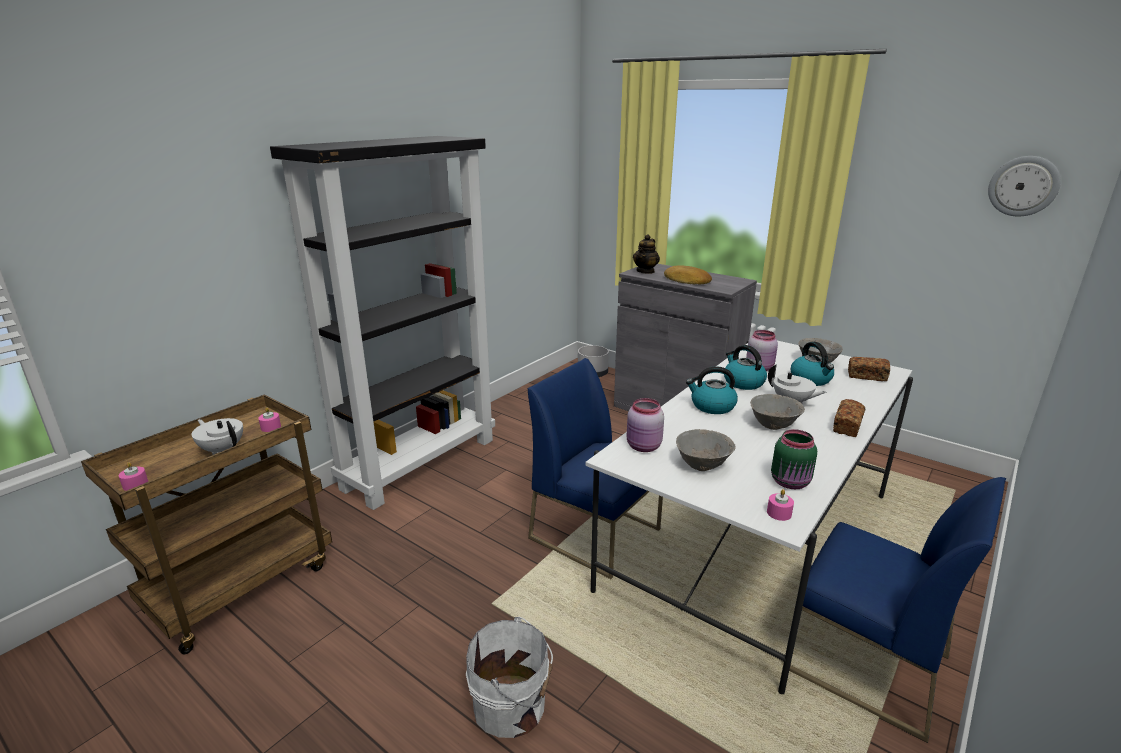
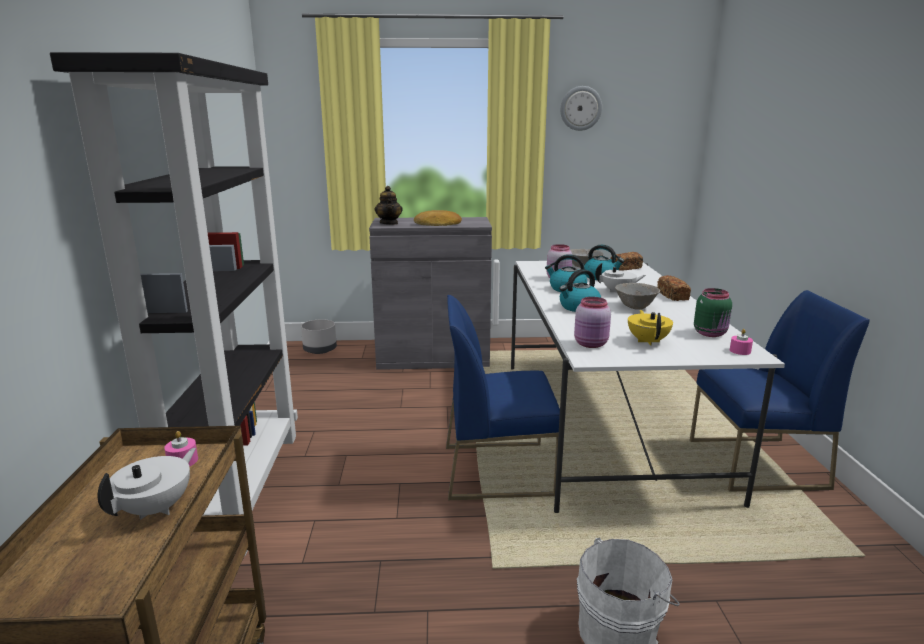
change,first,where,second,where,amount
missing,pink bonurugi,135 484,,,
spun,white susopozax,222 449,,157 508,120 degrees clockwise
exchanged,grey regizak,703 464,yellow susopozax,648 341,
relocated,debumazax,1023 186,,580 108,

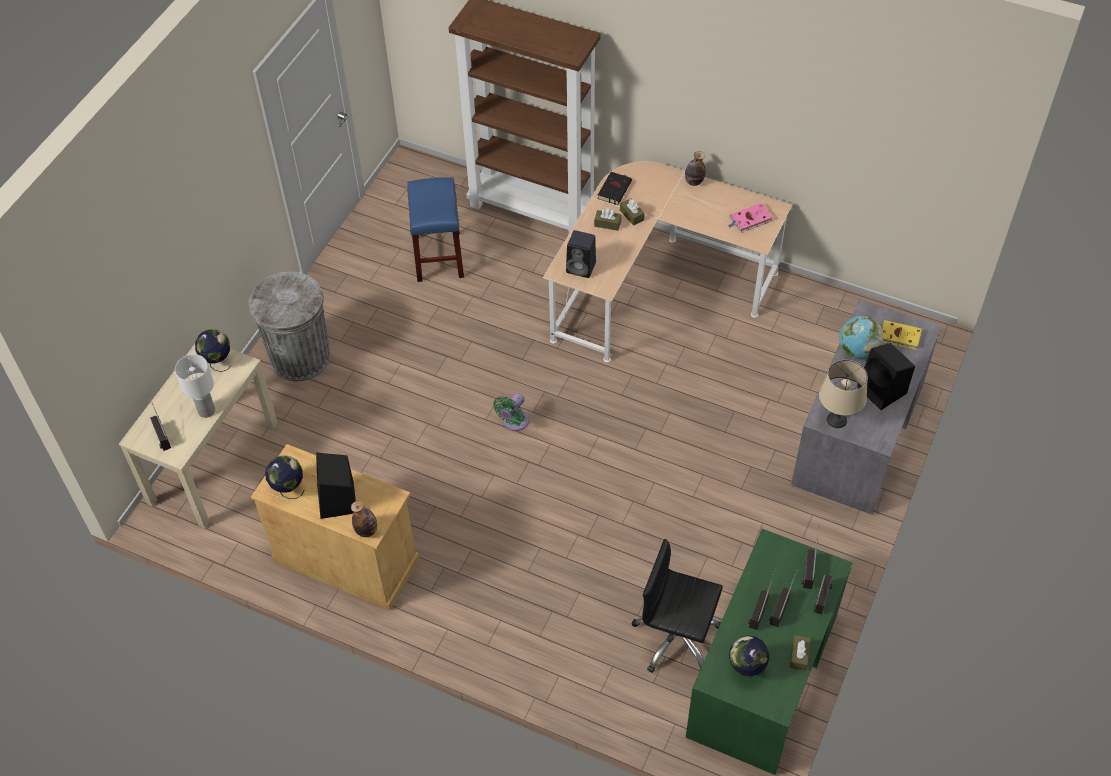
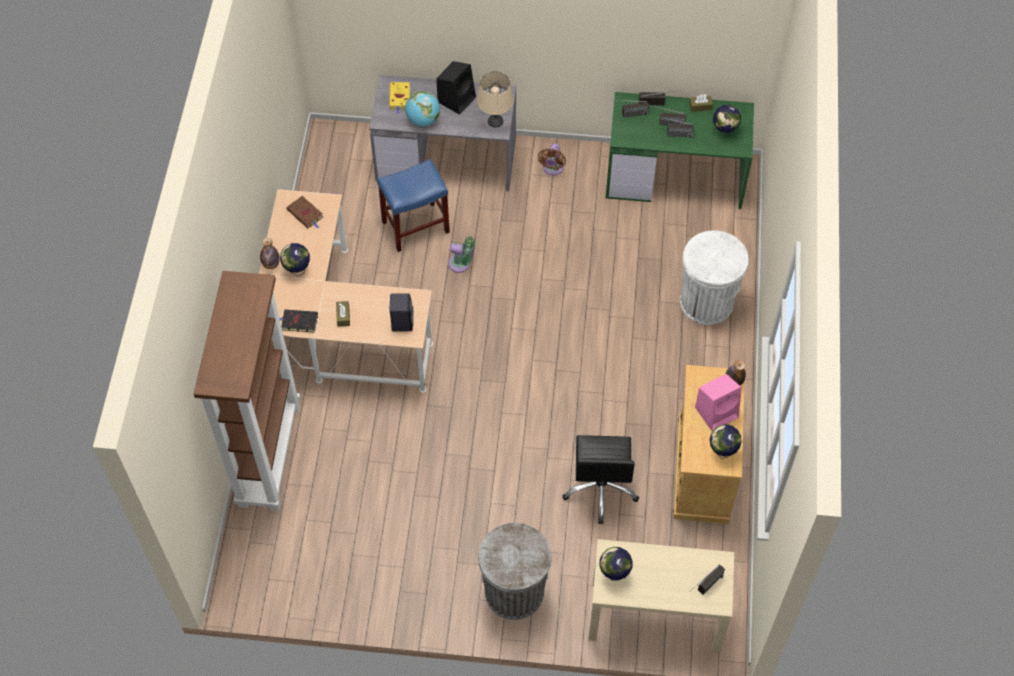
change,first,where,second,where,amount
missing,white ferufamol,207 410,,,
colour,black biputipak,337 501,pink biputipak,717 411,
relocated,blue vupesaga,438 256,,415 227,
relocated,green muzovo,514 422,,461 264,
missing,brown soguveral,631 215,,,
relocated,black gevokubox,676 638,,600 488,
colour,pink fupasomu,750 220,brown fupasomu,306 214,
appeared,,,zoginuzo,297 270,
appeared,,,brown muzovo,552 169,
appeared,,,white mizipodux,706 302,

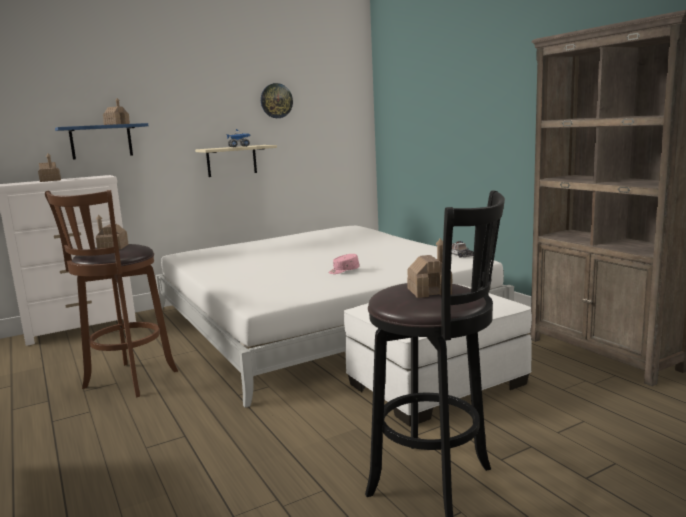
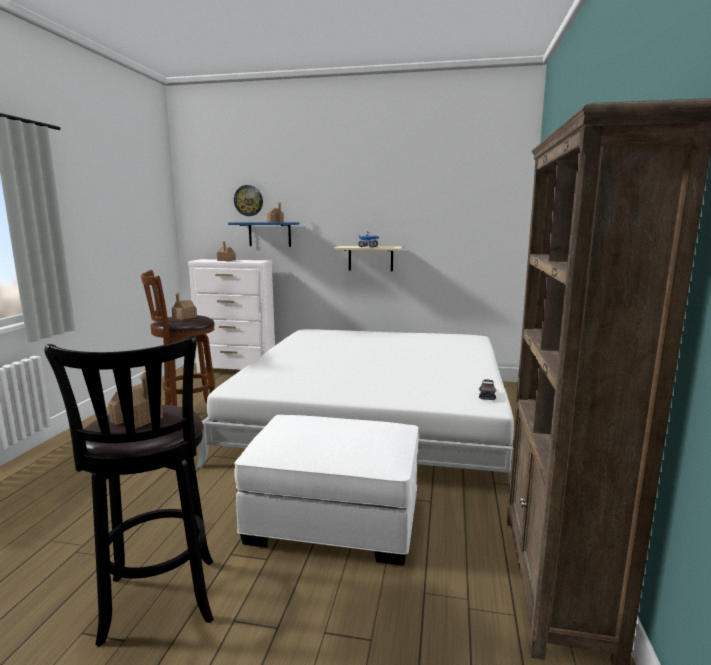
change,first,where,second,where,amount
relocated,debumazax,276 100,,248 200,
missing,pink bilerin,343 271,,,

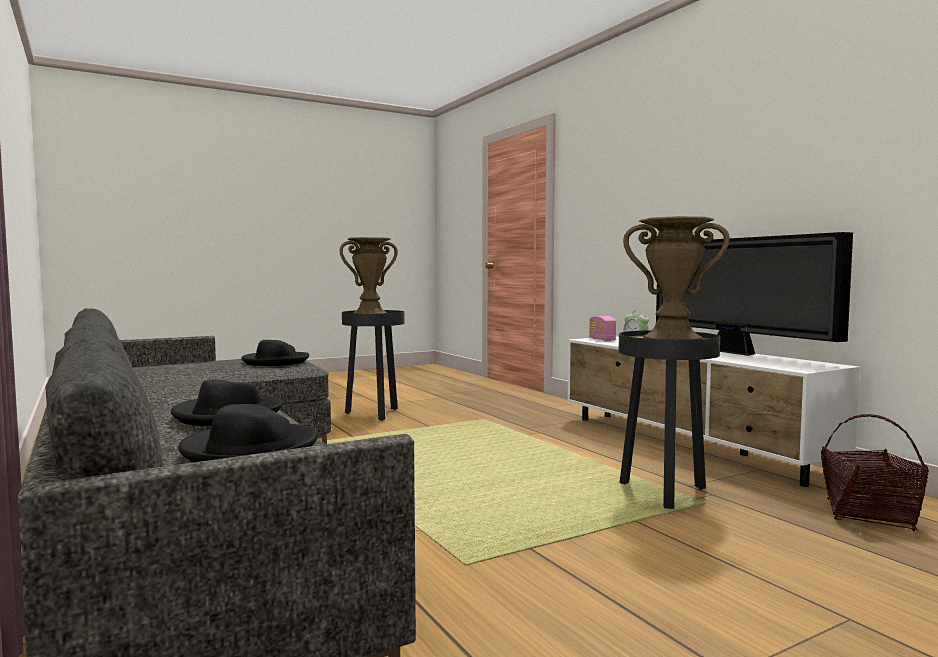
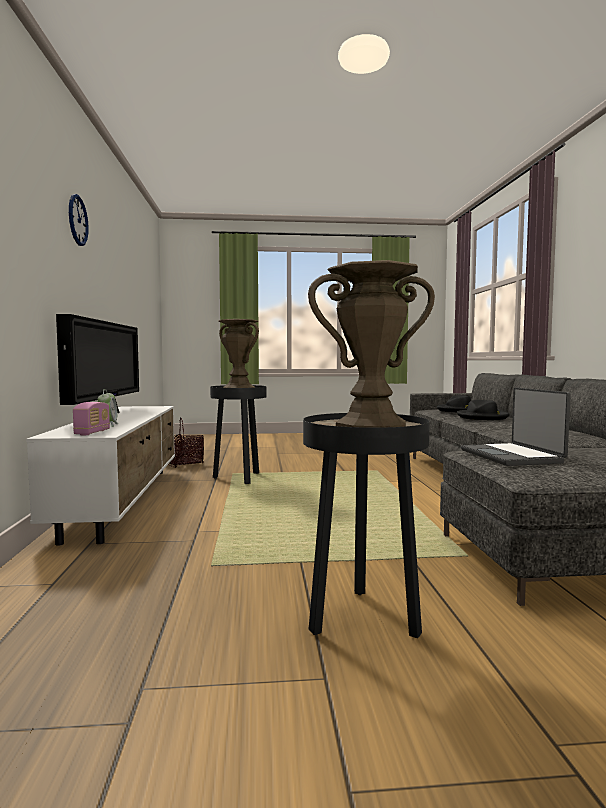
change,first,where,second,where,amount
exchanged,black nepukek,275 361,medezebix,512 456,
appeared,,,debumazax,77 220,

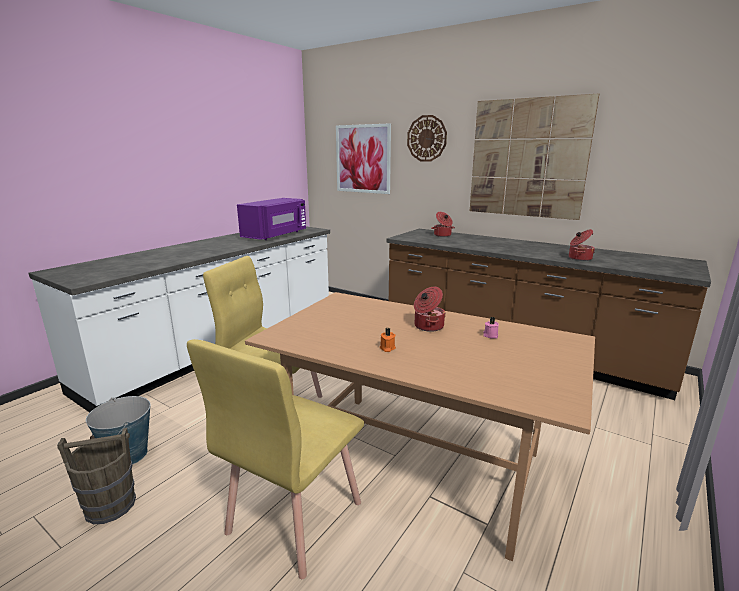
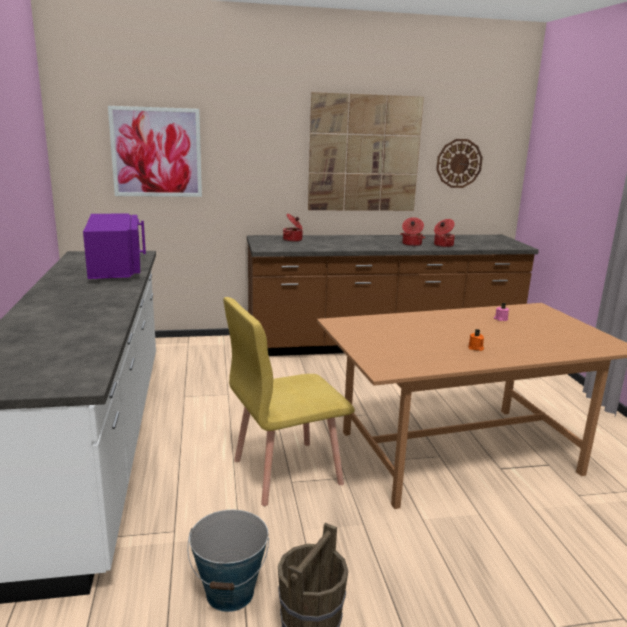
change,first,where,second,where,amount
missing,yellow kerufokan,293 517,,,
relocated,debumazax,426 138,,459 163,
relocated,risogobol,428 326,,411 244,

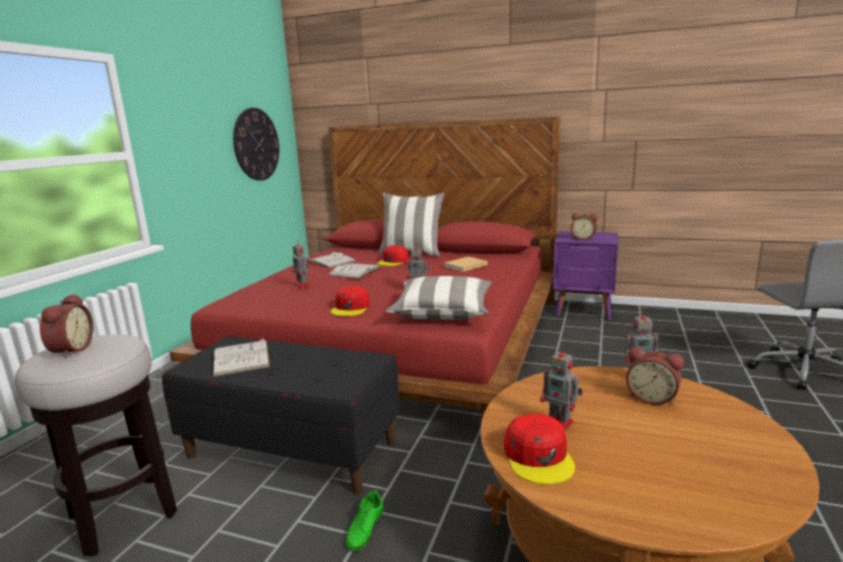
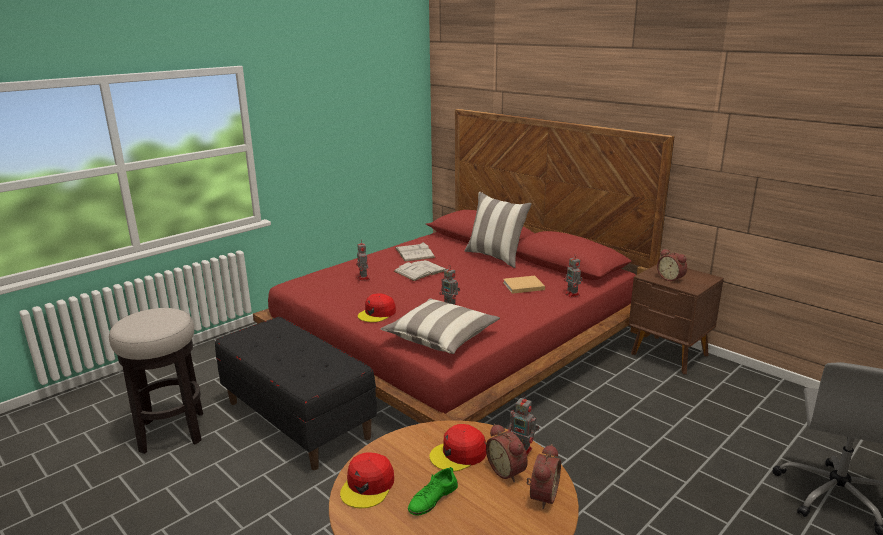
change,first,where,second,where,amount
relocated,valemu,70 350,,541 495,
missing,white fupasomu,241 358,,,
missing,debumazax,256 144,,,
relocated,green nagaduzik,365 528,,432 498,
relocated,red bilerin,393 261,,459 454,
relocated,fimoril,560 424,,572 295,
colour,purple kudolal,584 310,brown kudolal,669 355,

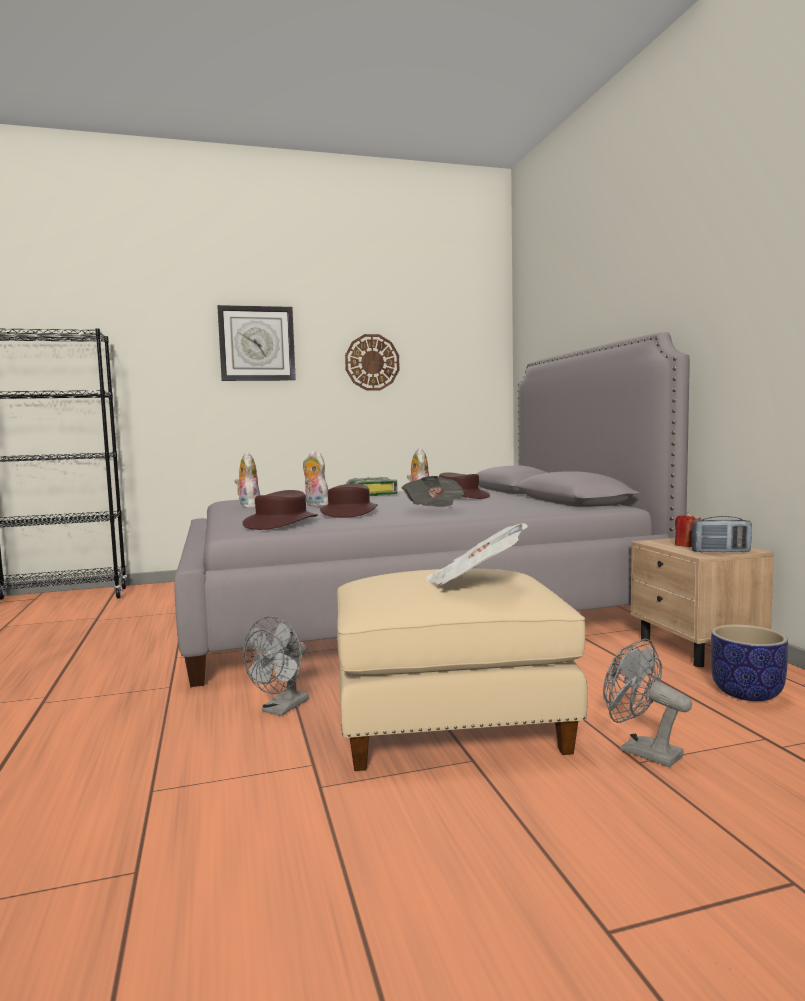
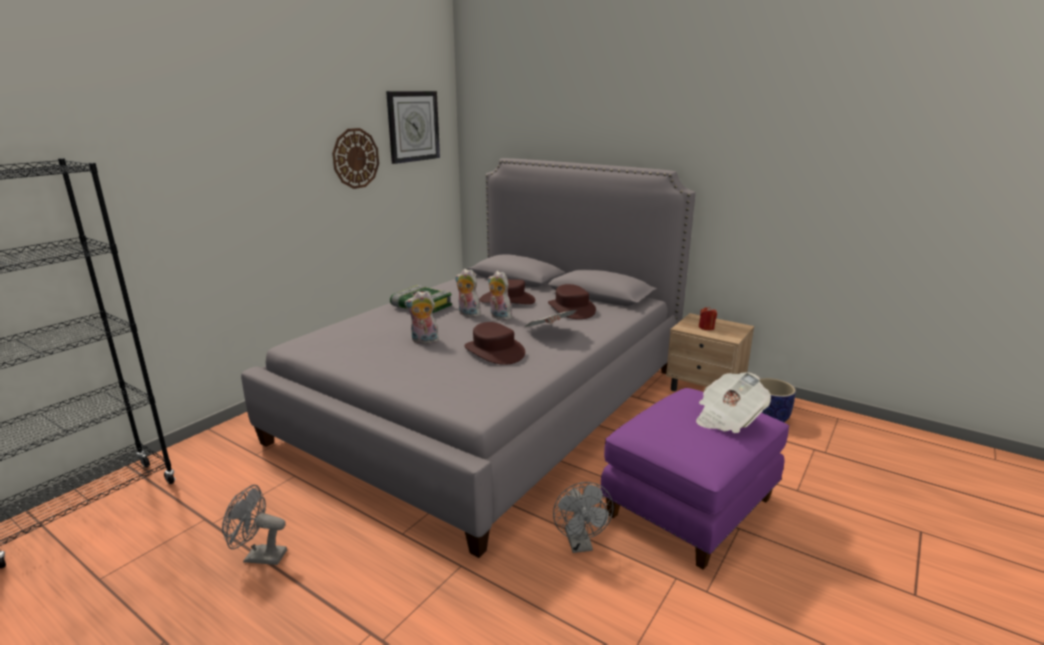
change,first,where,second,where,amount
relocated,debumazax,257 344,,413 126,
relocated,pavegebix,248 506,,467 314,
relocated,brown nepukek,281 523,,571 309,
colour,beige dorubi,451 723,purple dorubi,688 506,
relocated,grey muzovo,641 751,,259 557,
missing,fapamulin,720 552,,,

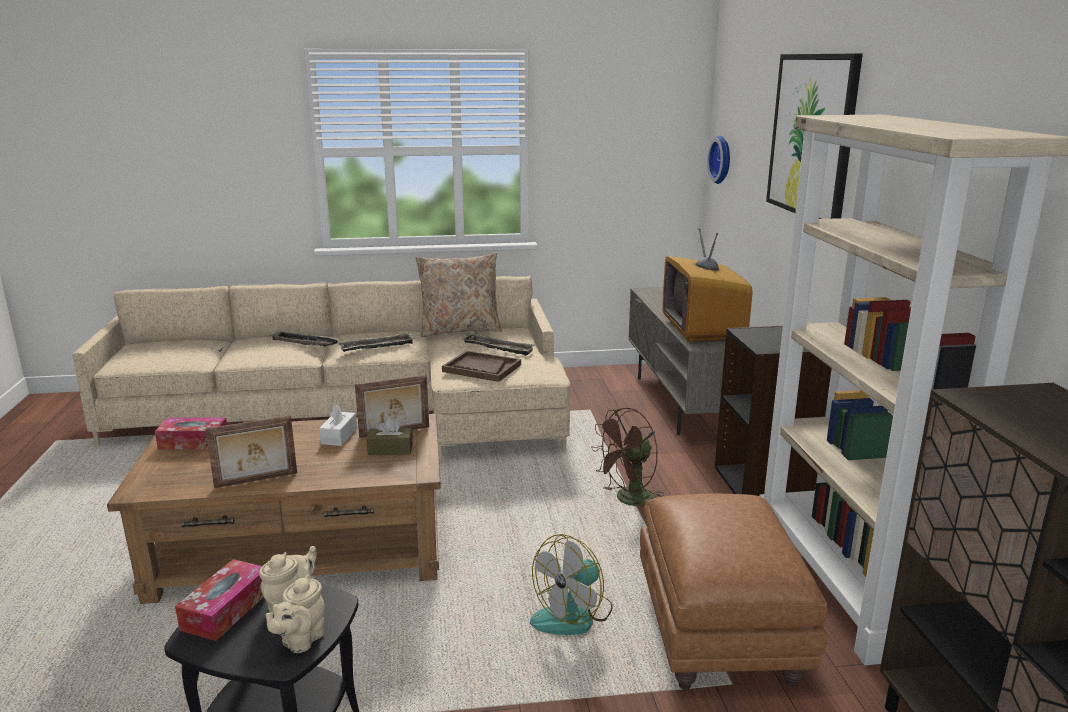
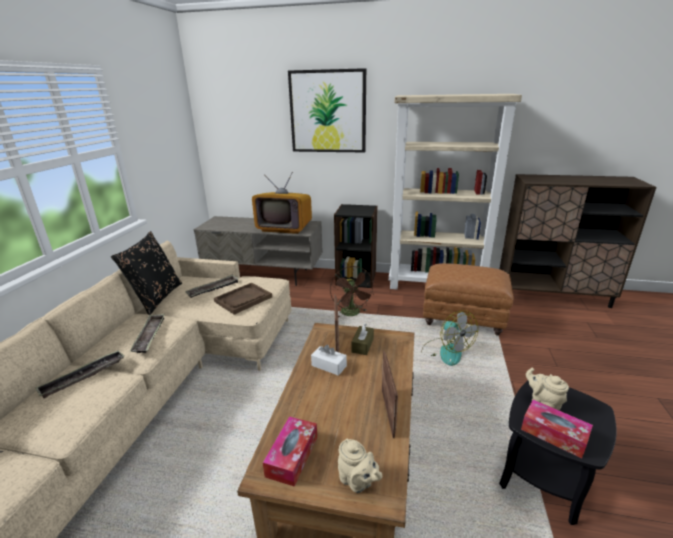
change,first,where,second,where,amount
relocated,beige susopozax,300 640,,357 482,
colour,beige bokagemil,460 330,black bokagemil,156 297,
missing,debumazax,722 159,,,

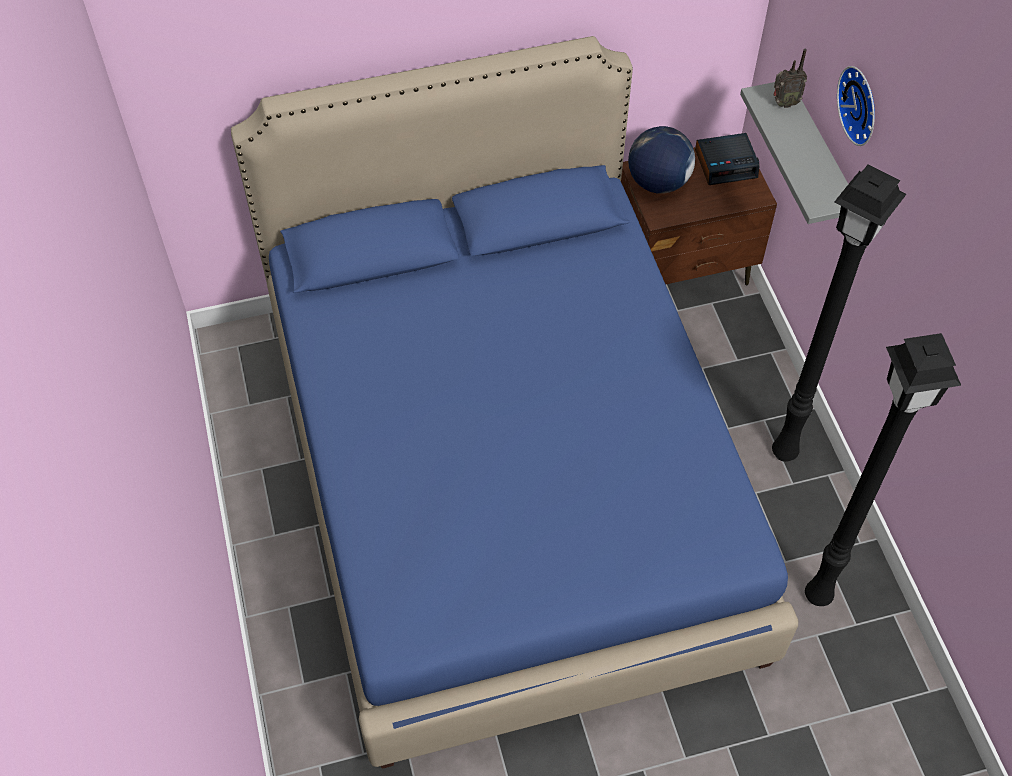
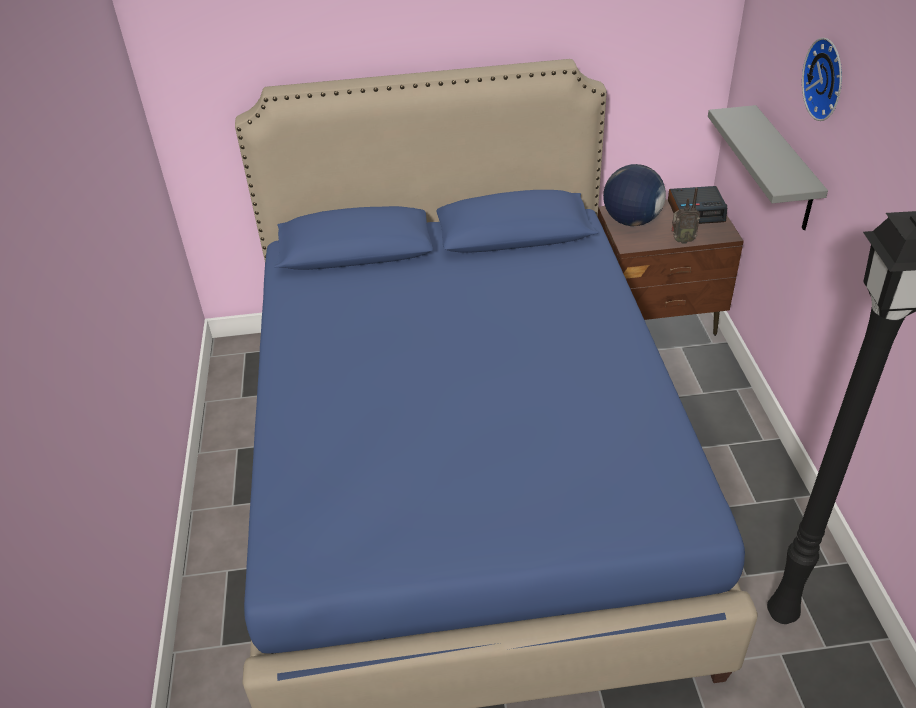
change,first,where,second,where,amount
missing,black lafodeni,786 452,,,
relocated,fapamulin,784 103,,681 240,

